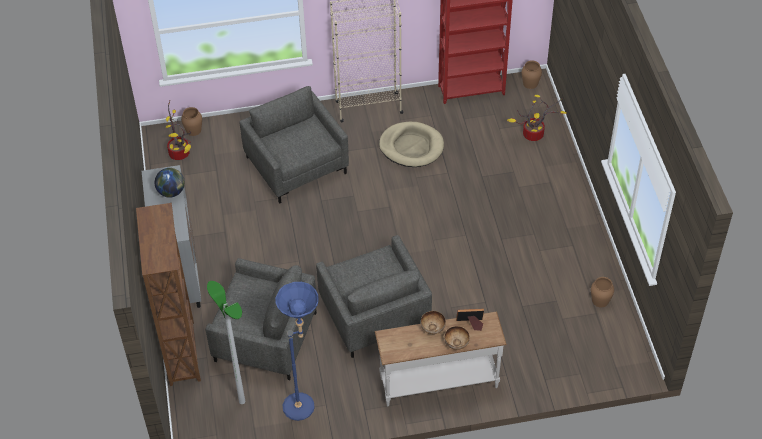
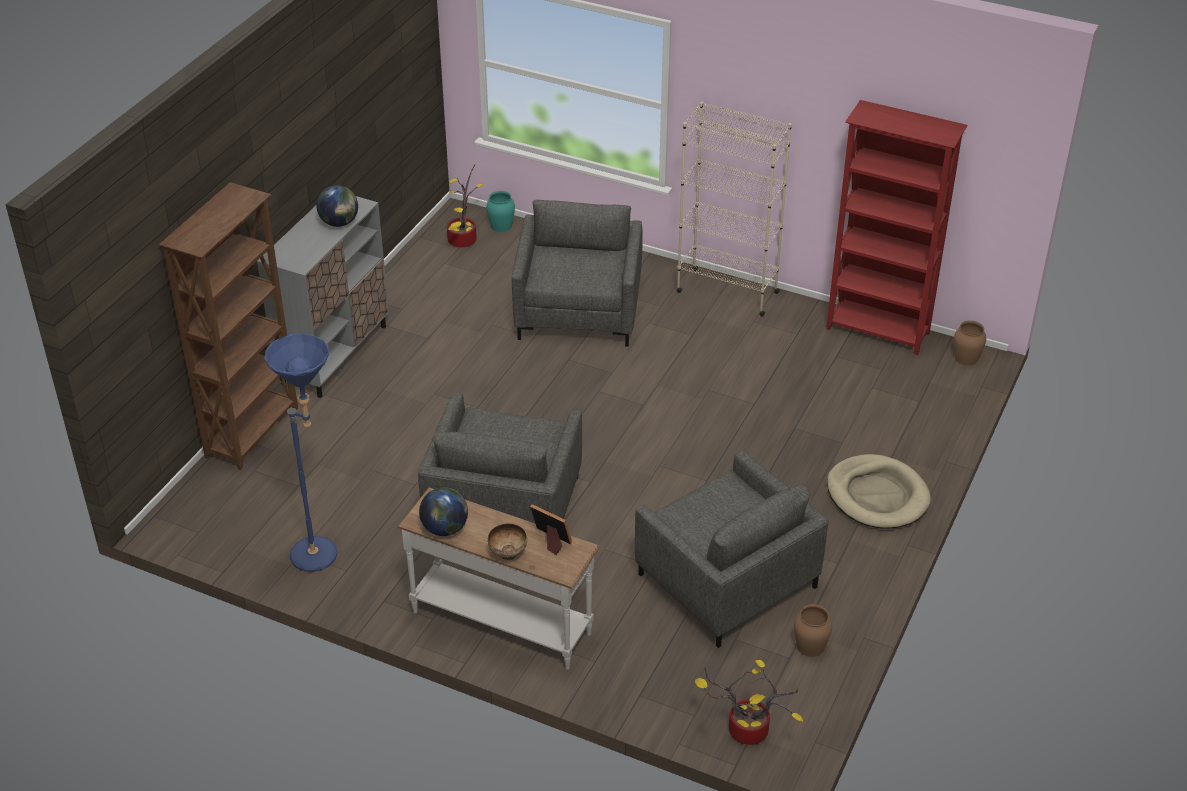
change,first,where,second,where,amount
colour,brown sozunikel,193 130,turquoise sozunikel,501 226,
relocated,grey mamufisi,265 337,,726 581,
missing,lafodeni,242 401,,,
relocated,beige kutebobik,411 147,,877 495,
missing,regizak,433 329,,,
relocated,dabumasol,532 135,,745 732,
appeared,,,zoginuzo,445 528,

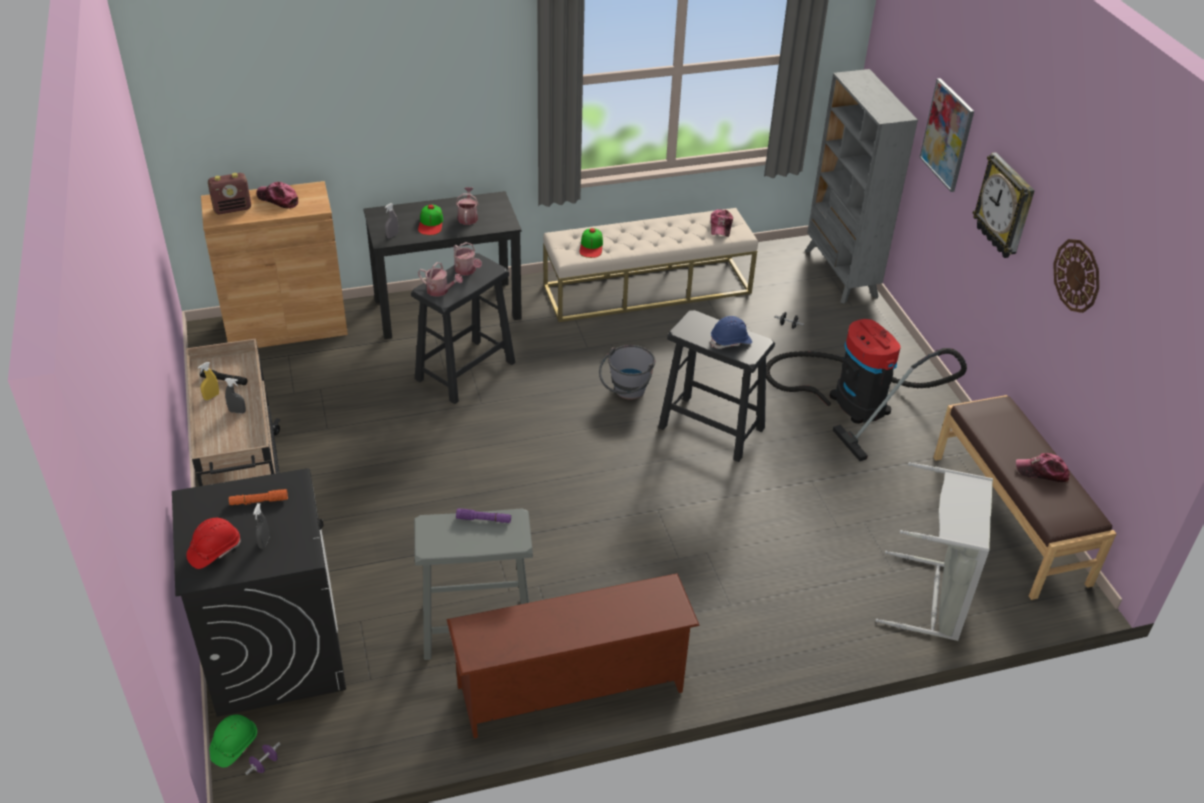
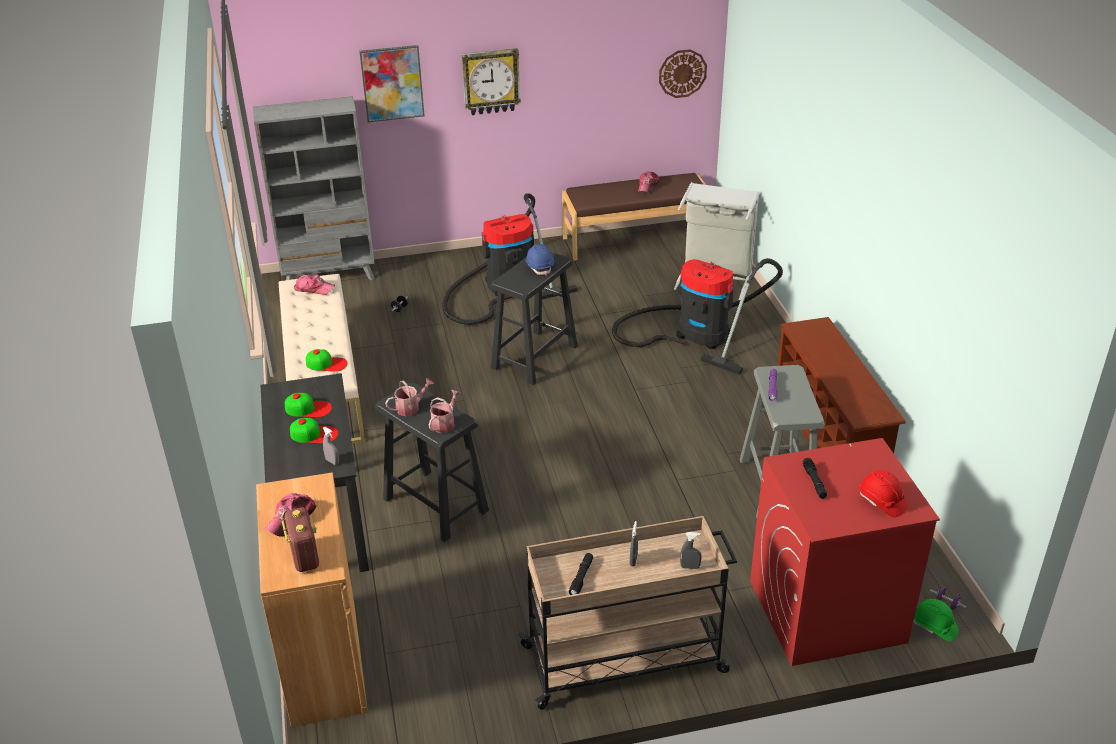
change,first,where,second,where,amount
colour,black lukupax,276 649,red lukupax,826 611,
missing,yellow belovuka,211 396,,,
colour,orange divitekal,258 501,black divitekal,814 482,
relocated,grey belovuka,264 542,,690 567,
exchanged,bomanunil,468 217,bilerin,308 408,
missing,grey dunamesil,626 393,,,
relocated,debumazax,1077 275,,682 73,
appeared,,,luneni,696 333,

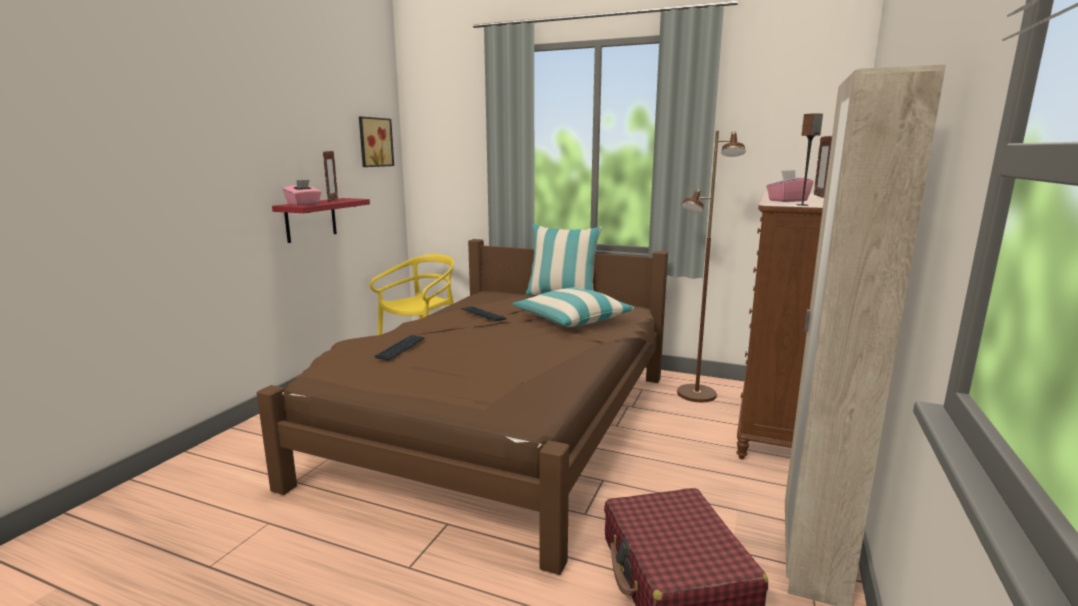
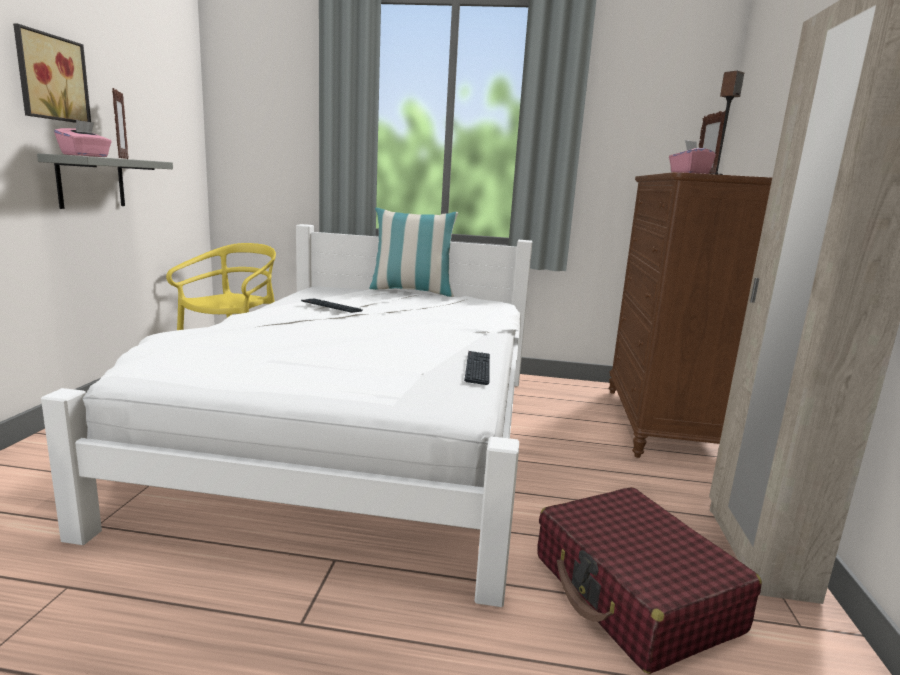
change,first,where,second,where,amount
colour,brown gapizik,500 425,white gapizik,360 437,
colour,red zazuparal,311 220,grey zazuparal,91 182,
relocated,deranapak,374 142,,50 78,
relocated,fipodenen,401 348,,477 368,
missing,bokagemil,572 319,,,
missing,brown lafodeni,696 394,,,

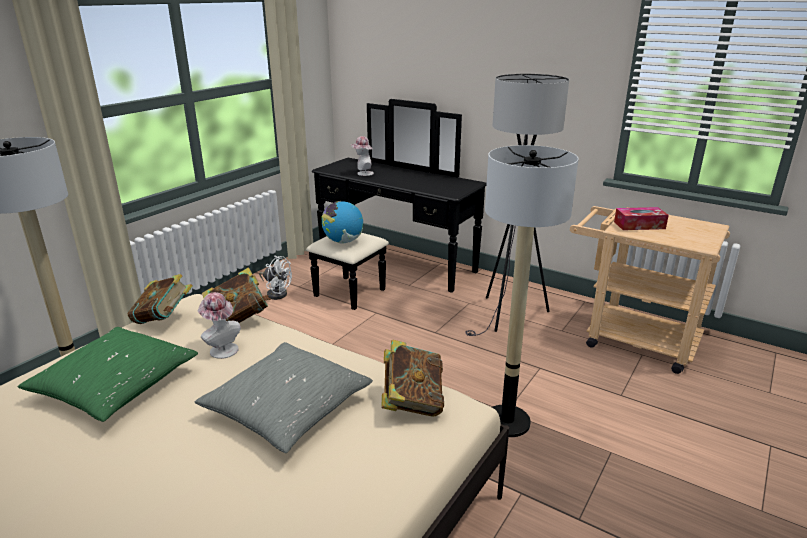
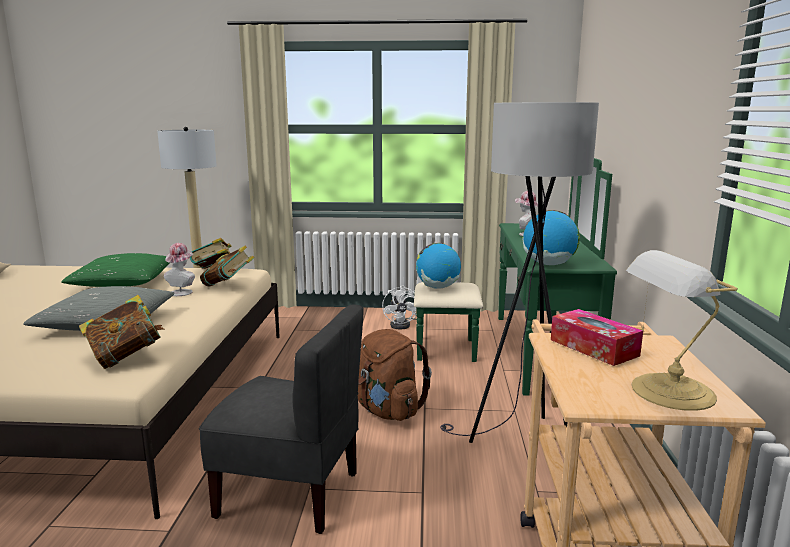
change,first,where,second,where,amount
colour,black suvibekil,387 269,green suvibekil,519 351,
exchanged,lafodeni,507 421,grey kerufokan,290 493,
appeared,,,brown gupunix,388 411,
appeared,,,zoginuzo,549 264,
appeared,,,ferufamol,669 392,

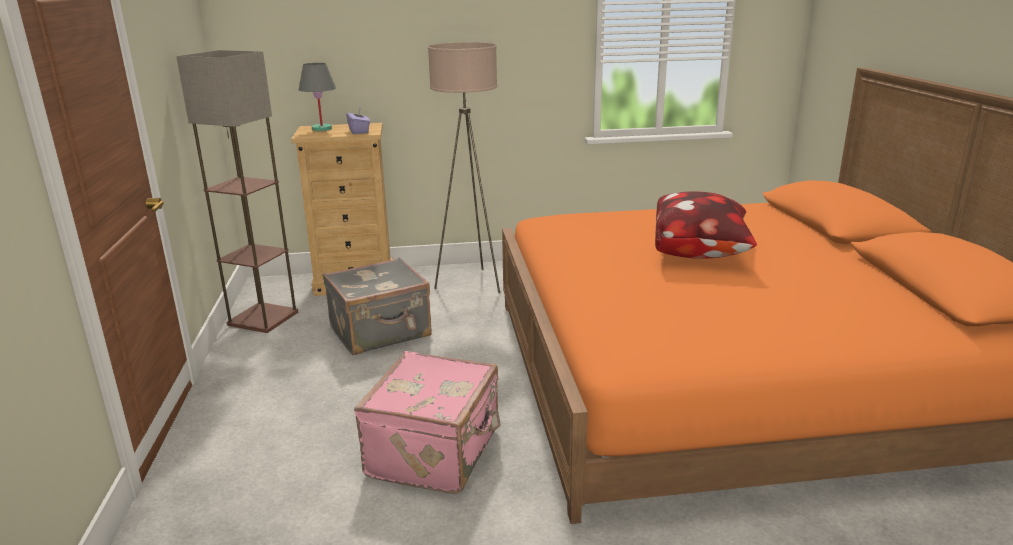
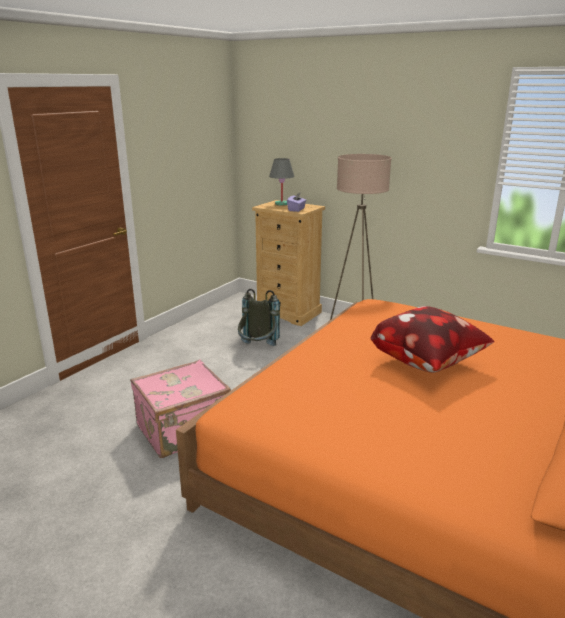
change,first,where,second,where,amount
missing,lafodeni,263 319,,,
exchanged,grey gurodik,381 332,grey gupunix,258 349,

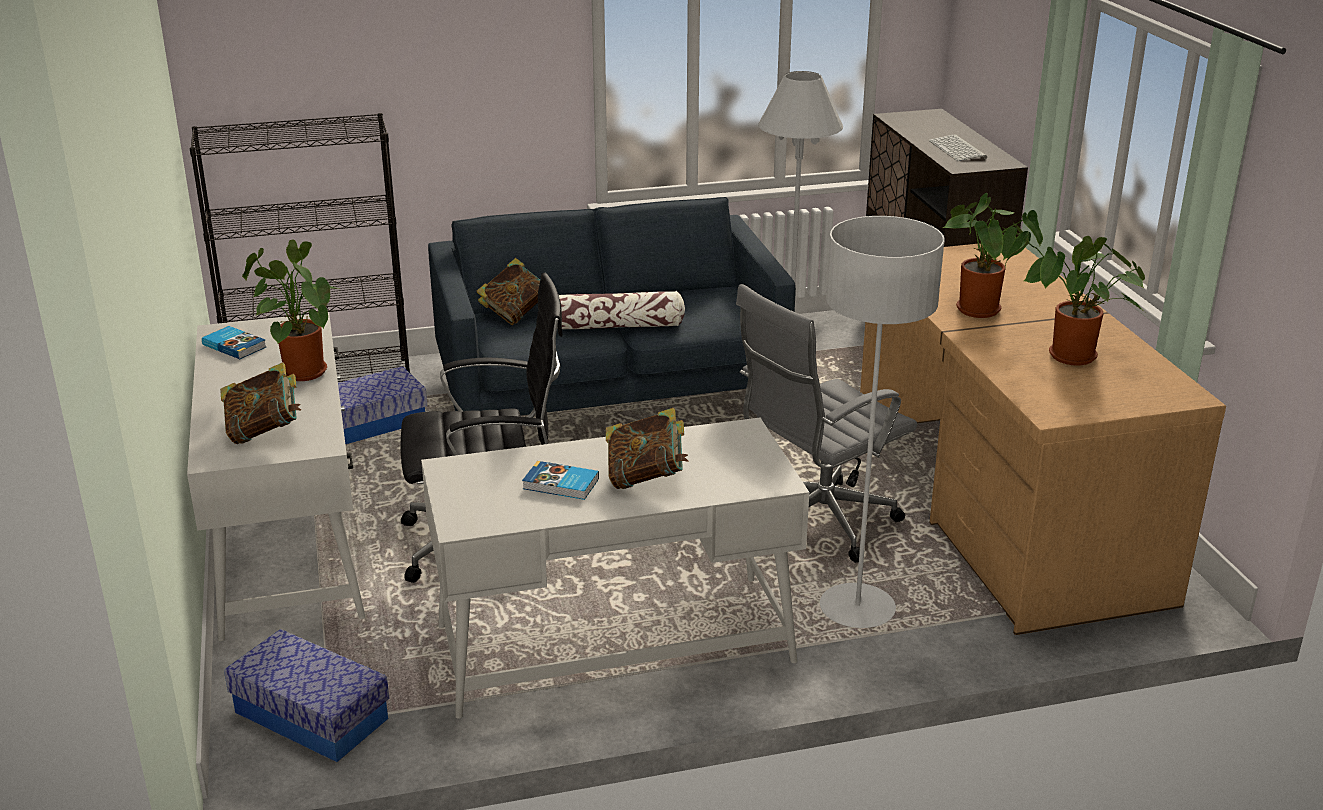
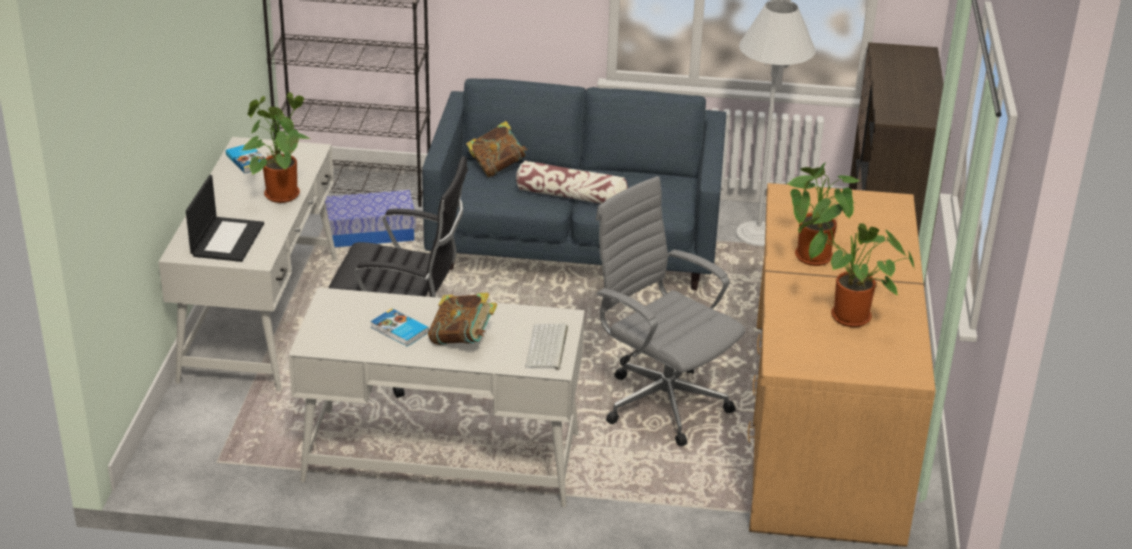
change,first,where,second,where,amount
exchanged,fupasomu,265 431,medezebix,227 239,
missing,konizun,311 715,,,
spun,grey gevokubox,816 524,,660 402,60 degrees clockwise
missing,grey lafodeni,857 609,,,
relocated,fipodenen,958 149,,547 348,

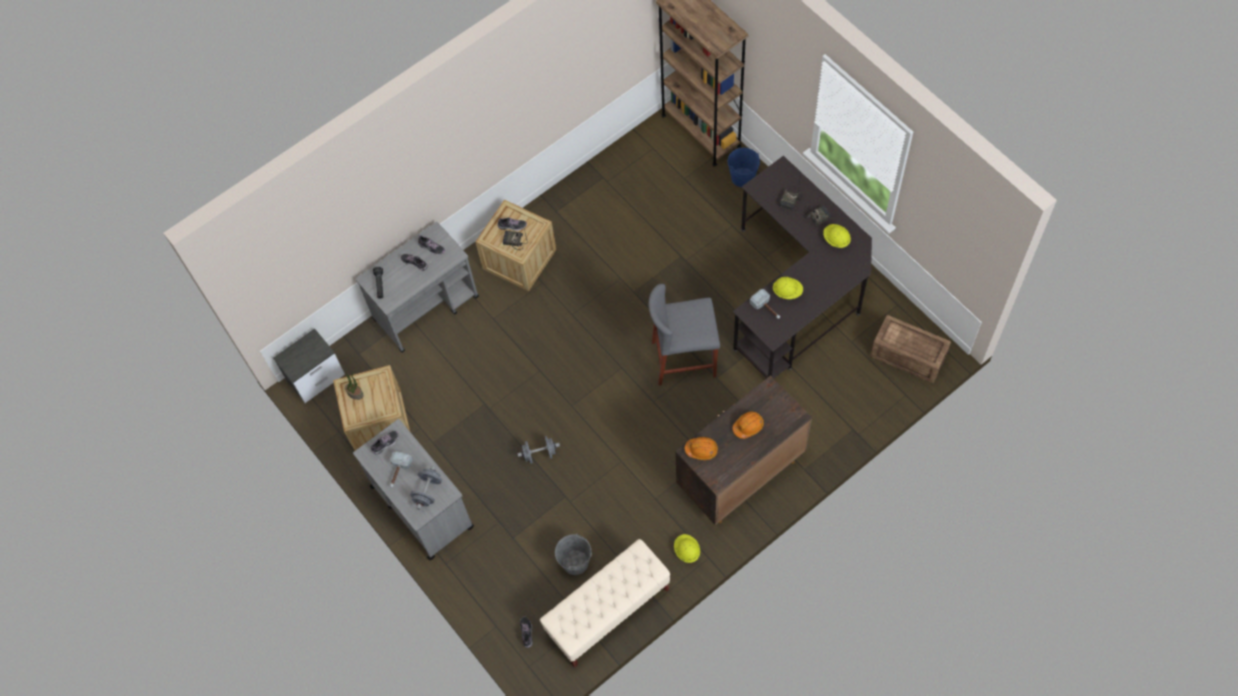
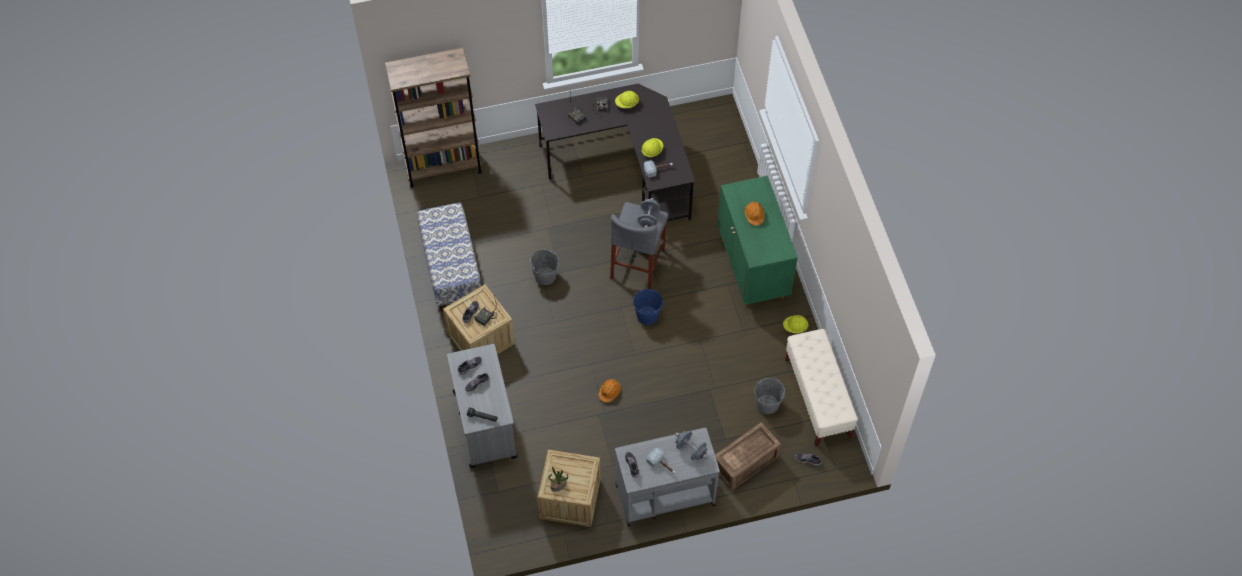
change,first,where,second,where,amount
missing,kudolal,316 377,,,
relocated,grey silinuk,539 454,,648 219,
colour,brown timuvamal,740 475,green timuvamal,752 269,
relocated,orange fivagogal,701 450,,609 392,
relocated,blue dunamesil,742 177,,647 315,
relocated,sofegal,908 357,,746 463,
appeared,,,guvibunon,451 269,
appeared,,,grey dunamesil,545 276,

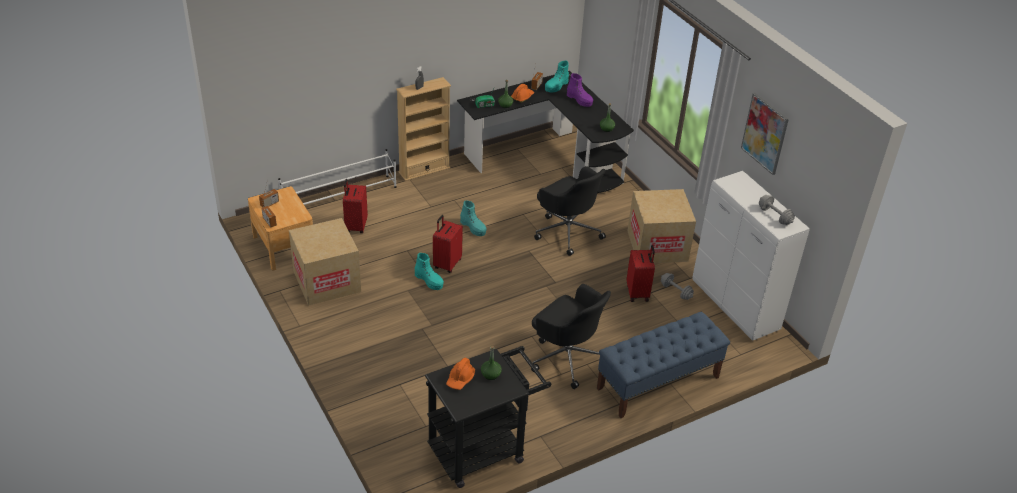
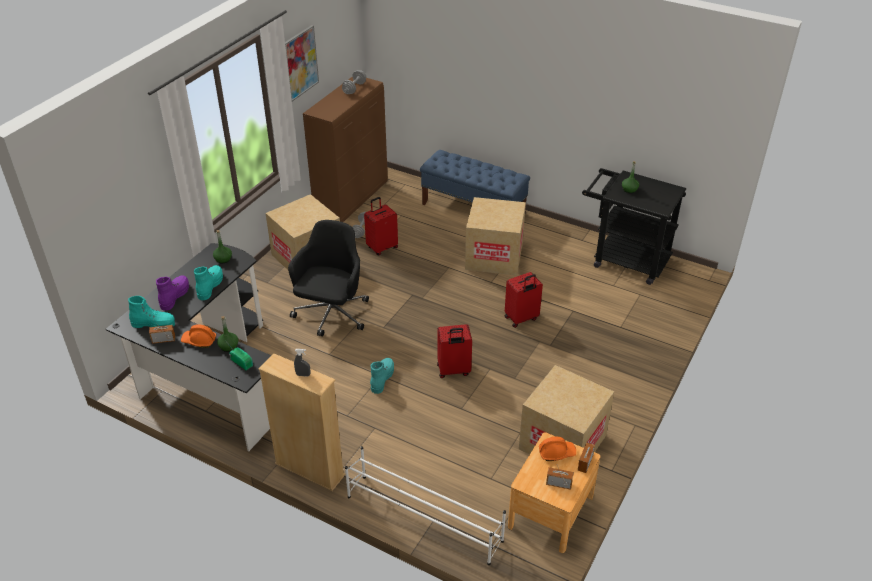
change,first,where,second,where,amount
relocated,red gurodik,355 226,,521 318,
relocated,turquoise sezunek,429 281,,210 286,
relocated,orange fivagogal,460 379,,556 452,
exchanged,black gevokubox,567 357,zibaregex,494 256,
colour,white timuvamal,735 306,brown timuvamal,352 199,

